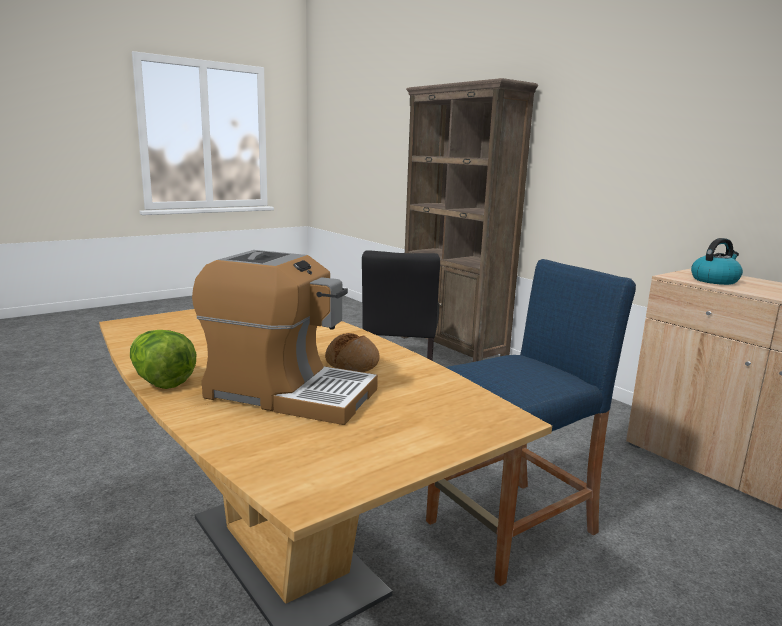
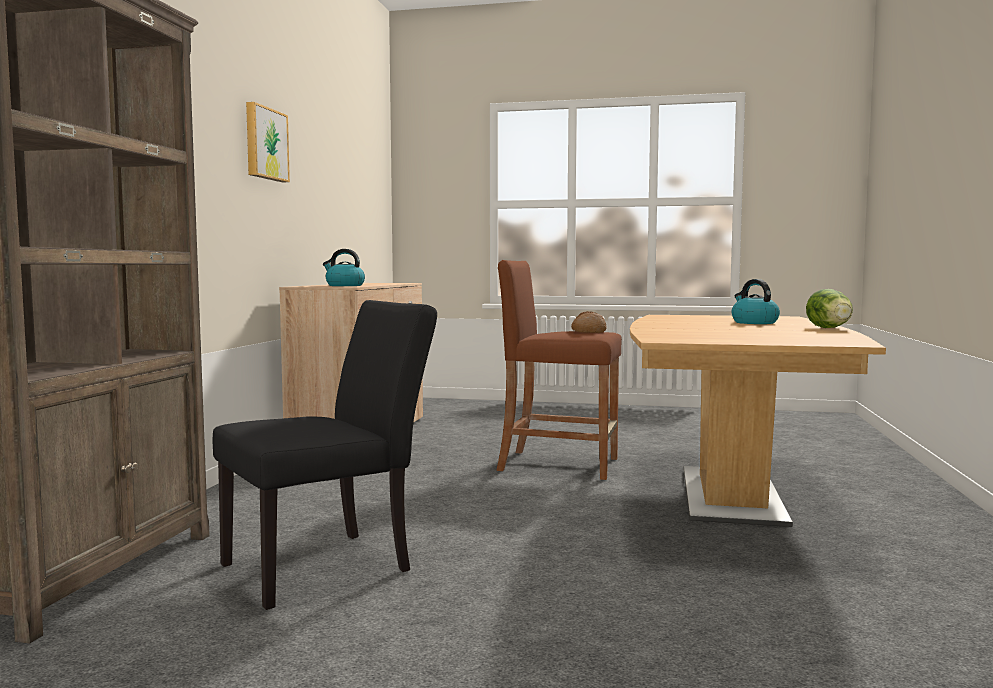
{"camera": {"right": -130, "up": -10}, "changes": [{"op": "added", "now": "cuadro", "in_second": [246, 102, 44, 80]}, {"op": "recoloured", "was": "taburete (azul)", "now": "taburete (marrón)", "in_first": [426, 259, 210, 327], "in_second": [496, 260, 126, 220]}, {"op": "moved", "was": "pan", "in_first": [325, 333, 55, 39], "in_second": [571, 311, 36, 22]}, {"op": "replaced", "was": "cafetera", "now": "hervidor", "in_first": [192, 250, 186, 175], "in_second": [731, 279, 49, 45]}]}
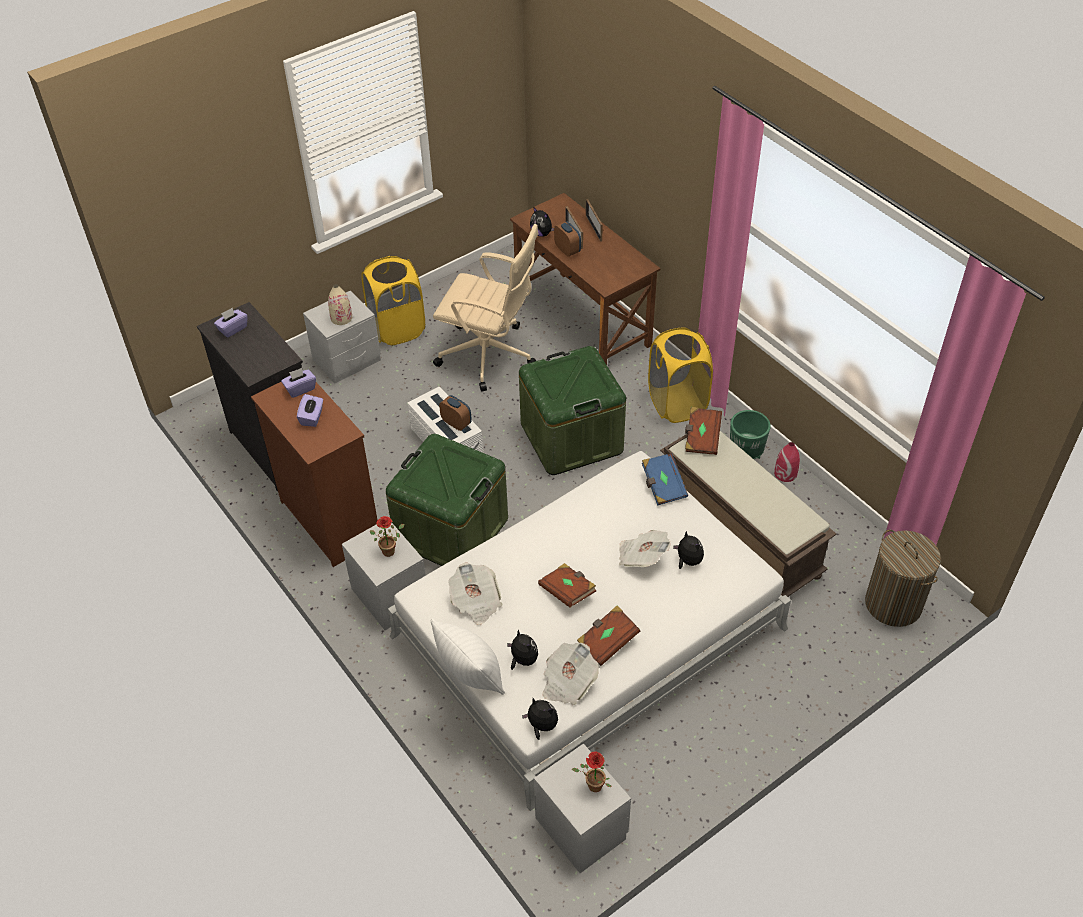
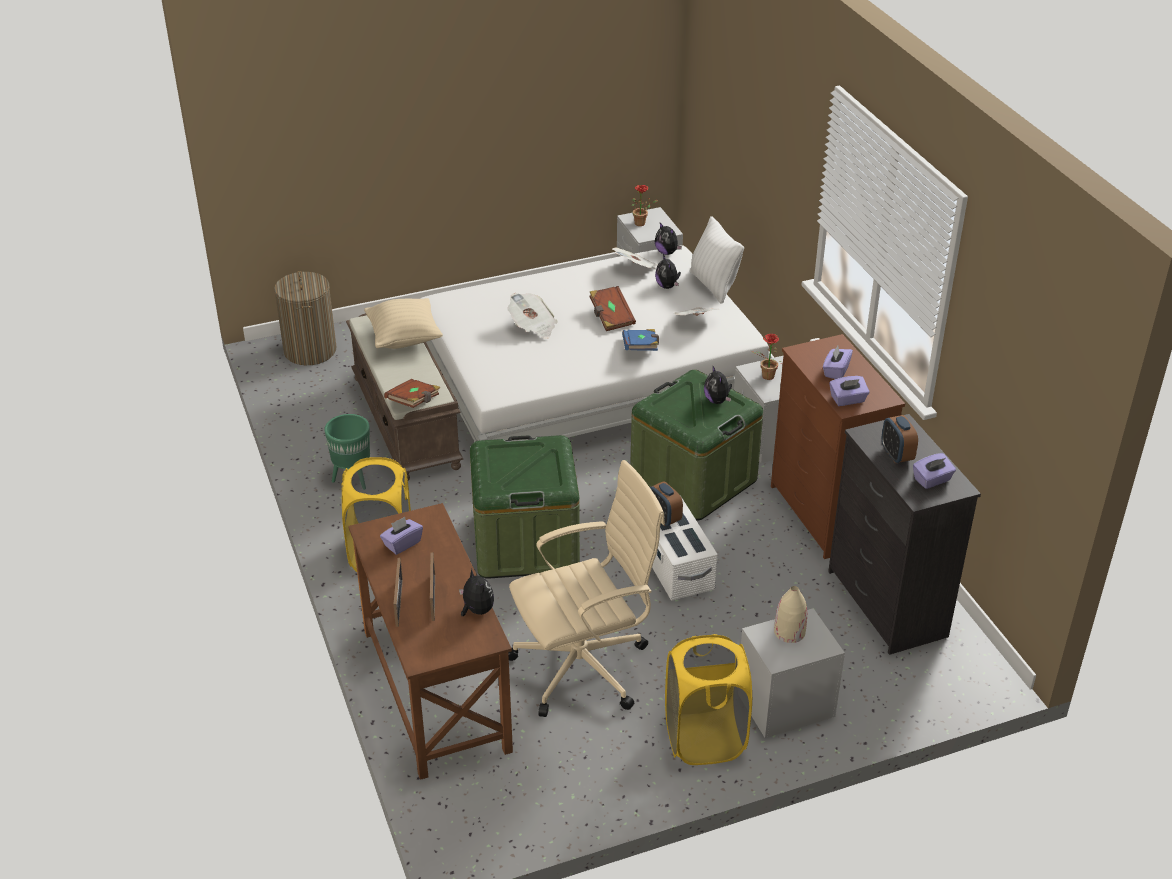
{"camera": {"right": -165, "up": -10}, "changes": [{"op": "added", "now": "cojín (beis)", "in_second": [364, 298, 79, 51]}, {"op": "added", "now": "caja de pañuelos (morado)", "in_second": [380, 517, 43, 38]}, {"op": "turned", "was": "silla de oficina (beis)", "in_first": [433, 224, 106, 167], "in_second": [508, 460, 157, 257], "clockwise": 120}, {"op": "moved", "was": "libro (azul)", "in_first": [642, 453, 46, 53], "in_second": [622, 329, 37, 22]}, {"op": "moved", "was": "peluche", "in_first": [673, 531, 31, 38], "in_second": [704, 366, 28, 38]}, {"op": "moved", "was": "despertador", "in_first": [554, 221, 27, 36], "in_second": [882, 415, 36, 48]}, {"op": "removed", "was": "libro (marrón)", "in_first": [577, 605, 63, 61]}, {"op": "removed", "was": "florero (rojo)", "in_first": [774, 442, 26, 40]}]}
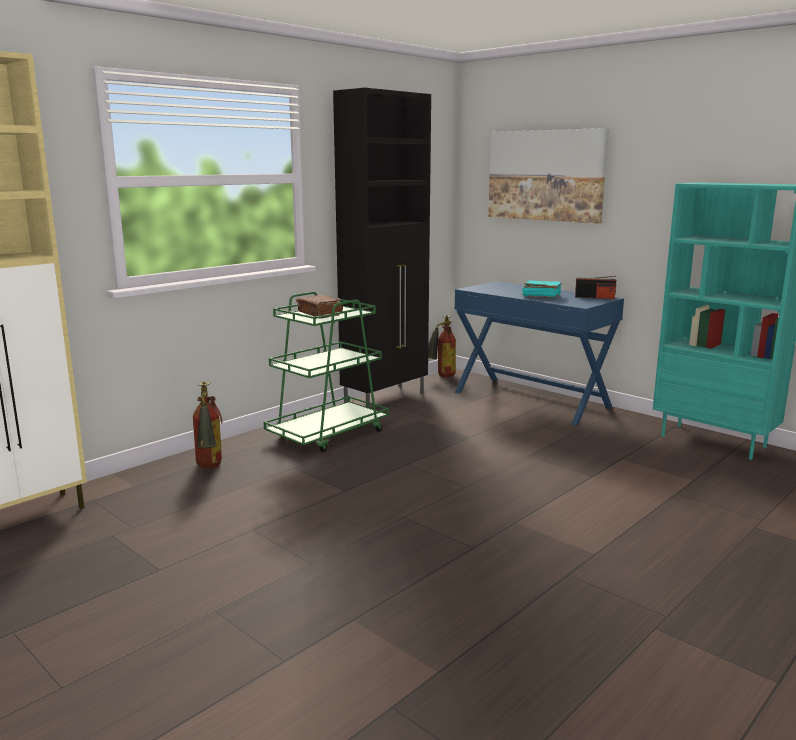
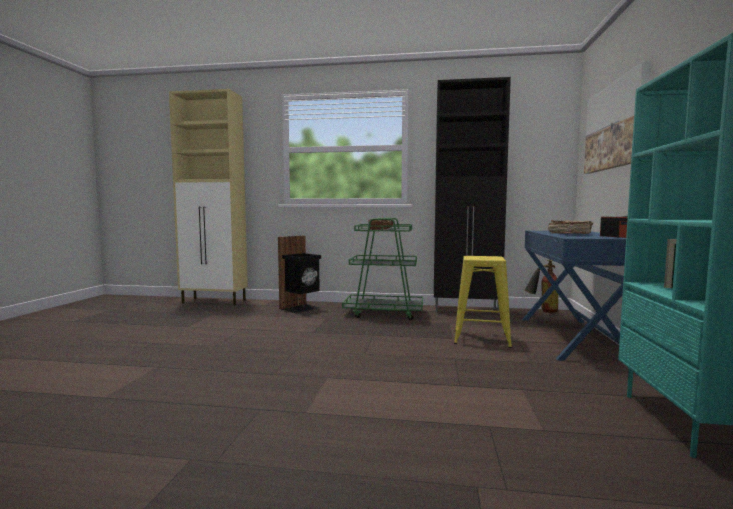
{"camera": {"right": 55, "up": -10}, "changes": [{"op": "replaced", "was": "extintor", "now": "papelera (negro)", "in_first": [193, 382, 29, 87], "in_second": [278, 236, 43, 77]}, {"op": "added", "now": "taburete (amarillo)", "in_second": [454, 256, 58, 92]}, {"op": "recoloured", "was": "libro (turquesa)", "now": "libro (marrón)", "in_first": [522, 280, 40, 18], "in_second": [548, 220, 45, 14]}]}
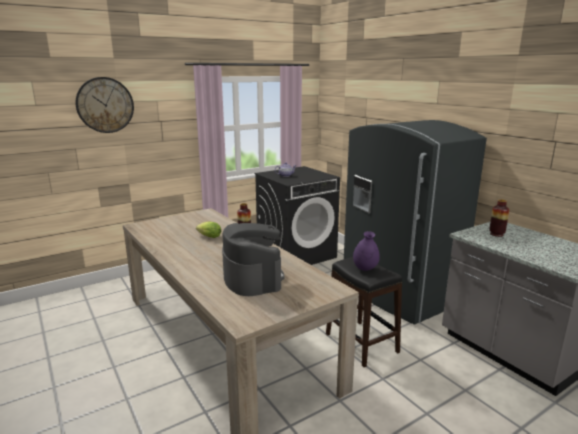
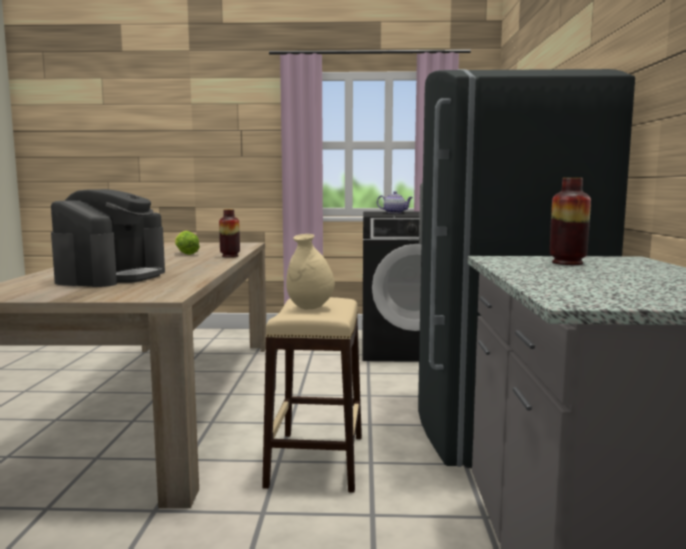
{"camera": {"right": 35, "up": -10}, "changes": [{"op": "recoloured", "was": "taburete (negro)", "now": "taburete (beis)", "in_first": [326, 257, 76, 110], "in_second": [262, 297, 100, 196]}, {"op": "recoloured", "was": "florero (morado)", "now": "florero (beis)", "in_first": [353, 231, 27, 40], "in_second": [286, 234, 49, 75]}, {"op": "removed", "was": "reloj de pared", "in_first": [76, 77, 58, 56]}]}
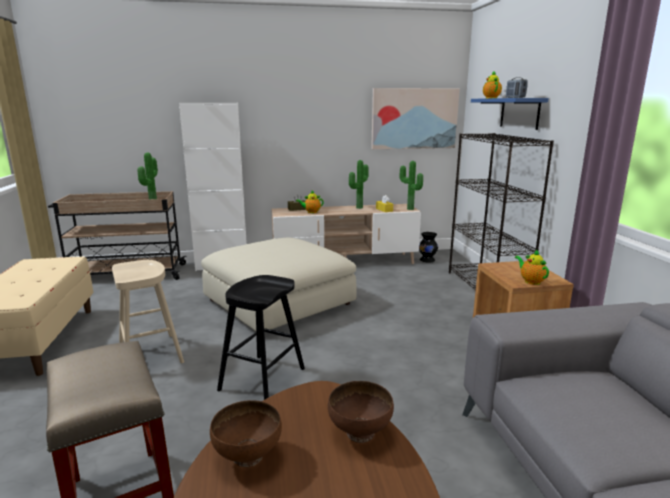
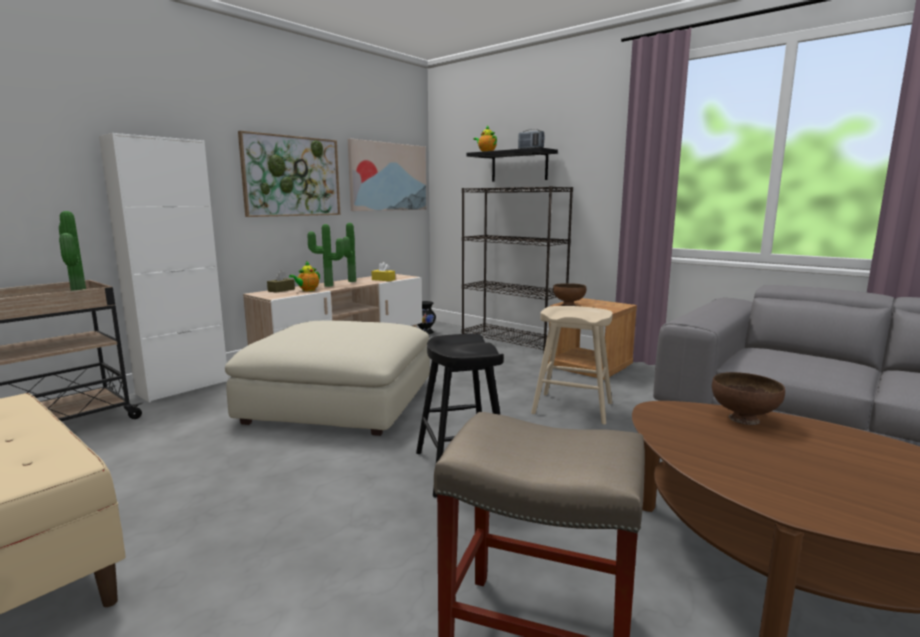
{"camera": {"right": -40, "up": -5}, "changes": [{"op": "added", "now": "cuadro", "in_second": [238, 131, 102, 86]}, {"op": "moved", "was": "planta en maceta", "in_first": [399, 161, 24, 49], "in_second": [308, 224, 36, 63]}, {"op": "recoloured", "was": "estante (azul)", "now": "estante (negro)", "in_first": [471, 98, 78, 32], "in_second": [466, 147, 92, 34]}, {"op": "moved", "was": "taburete (beis)", "in_first": [112, 260, 72, 103], "in_second": [531, 306, 82, 119]}, {"op": "moved", "was": "cuenco (marrón)", "in_first": [210, 400, 72, 67], "in_second": [553, 283, 33, 23]}, {"op": "removed", "was": "tetera", "in_first": [515, 249, 34, 36]}]}
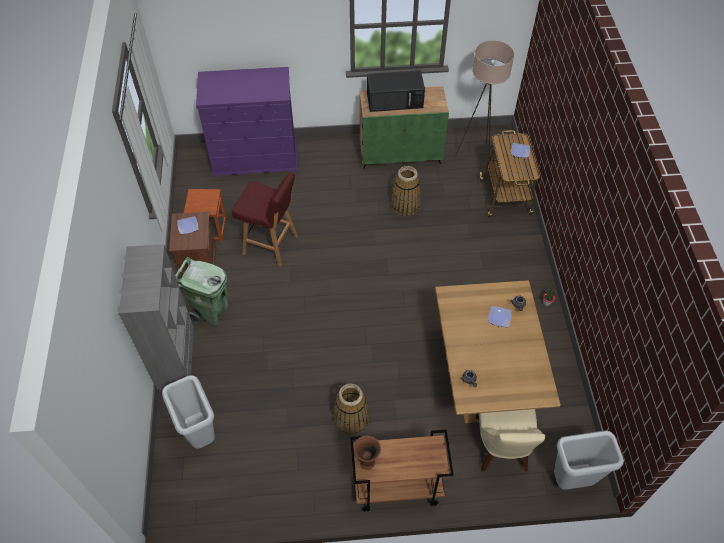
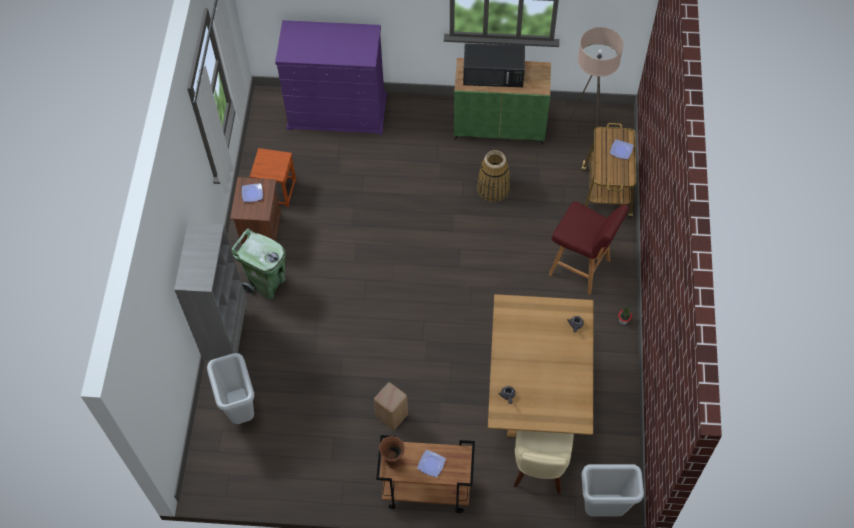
{"camera": {"right": 10, "up": 5}, "changes": [{"op": "replaced", "was": "cesta", "now": "taburete (beis)", "in_first": [333, 384, 36, 52], "in_second": [374, 382, 34, 48]}, {"op": "moved", "was": "plato", "in_first": [488, 306, 24, 21], "in_second": [417, 450, 29, 27]}, {"op": "moved", "was": "taburete (rojo)", "in_first": [232, 173, 66, 94], "in_second": [548, 201, 81, 94]}]}
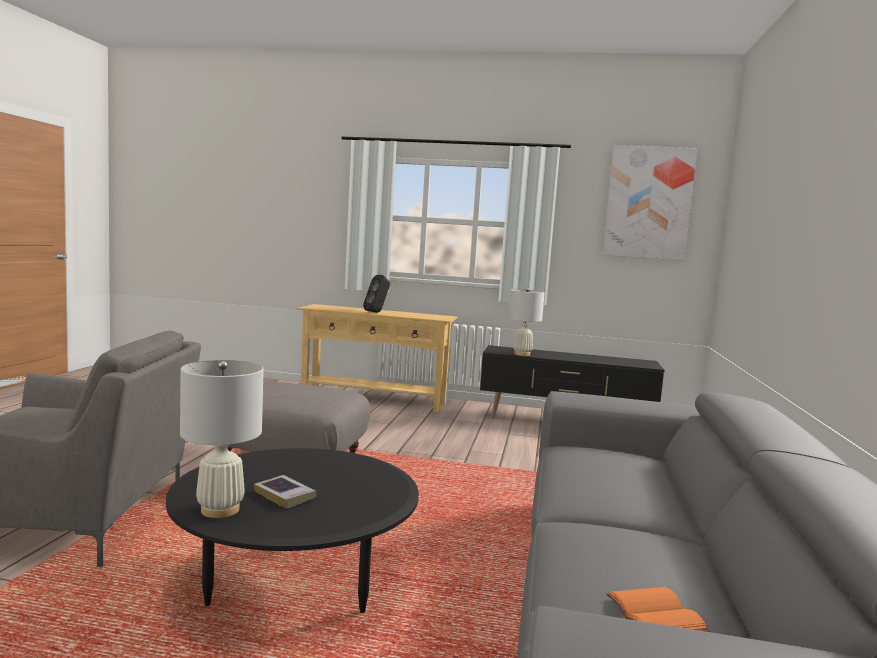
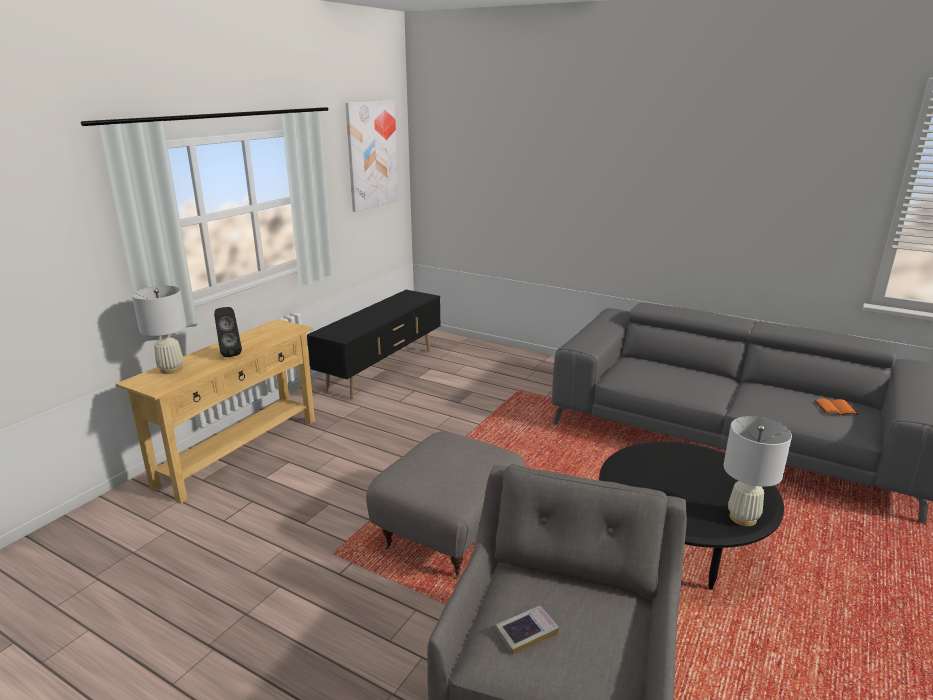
{"camera": {"right": -70, "up": 15}, "changes": [{"op": "moved", "was": "lámpara de mesa (blanco)", "in_first": [508, 288, 37, 68], "in_second": [132, 286, 55, 88]}, {"op": "moved", "was": "libro", "in_first": [254, 475, 62, 34], "in_second": [495, 606, 64, 49]}]}
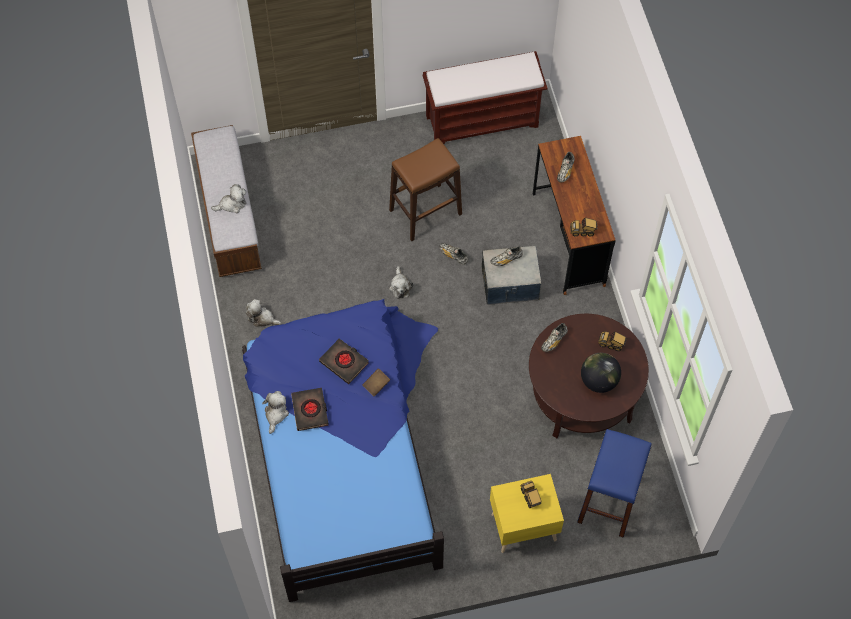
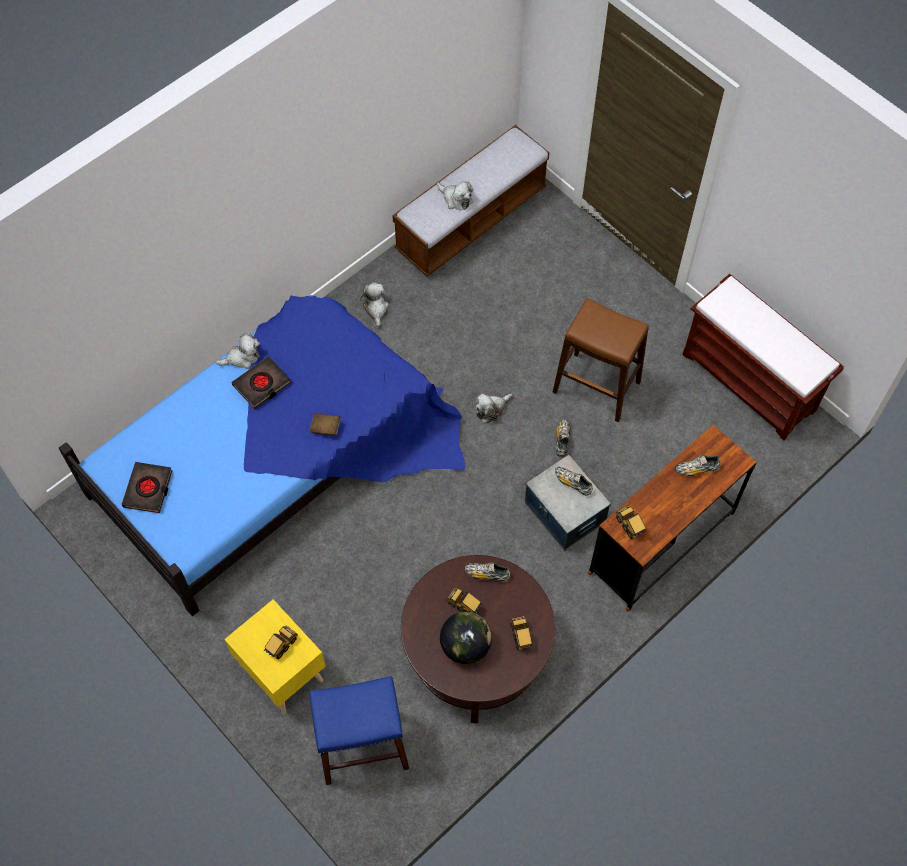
{"camera": {"right": 60, "up": 0}, "changes": [{"op": "moved", "was": "libro (negro)", "in_first": [319, 339, 50, 45], "in_second": [121, 462, 52, 51]}, {"op": "added", "now": "camión de juguete", "in_second": [446, 588, 36, 25]}]}
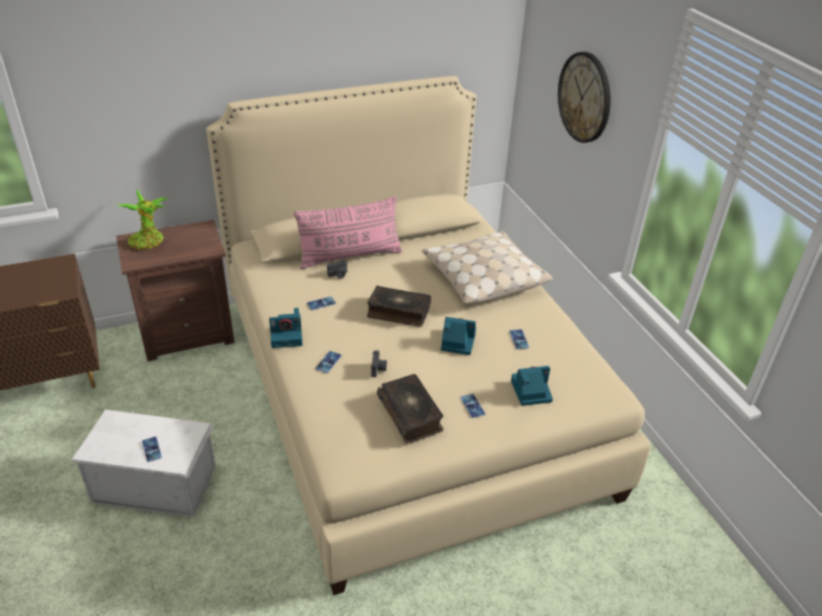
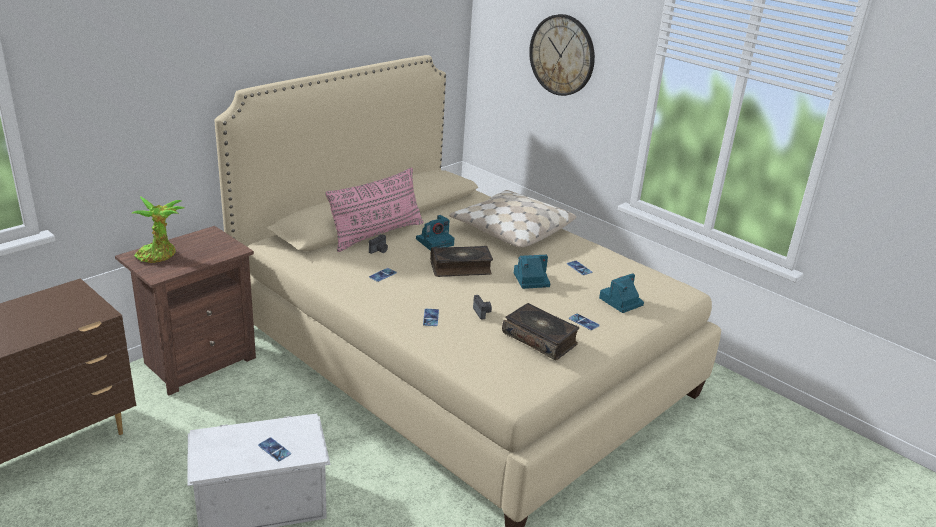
{"camera": {"right": -25, "up": -10}, "changes": [{"op": "moved", "was": "cámara", "in_first": [269, 308, 33, 40], "in_second": [416, 215, 39, 36]}]}
